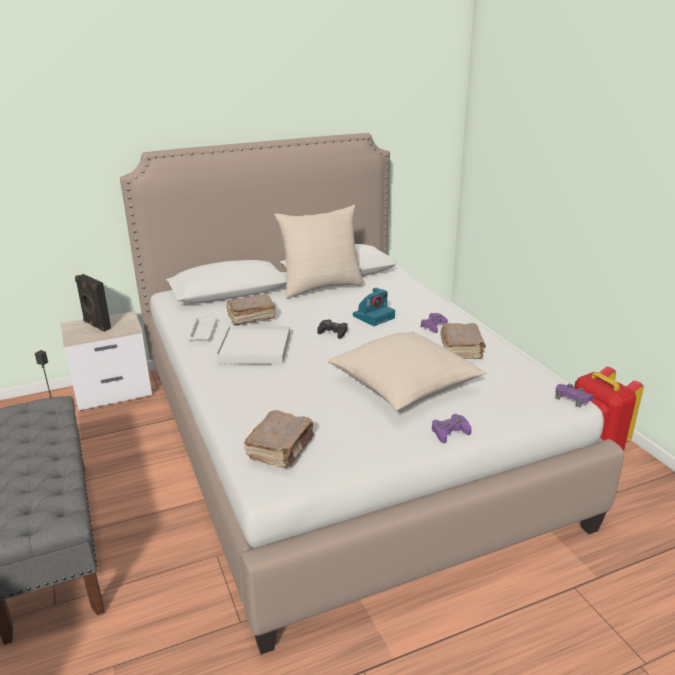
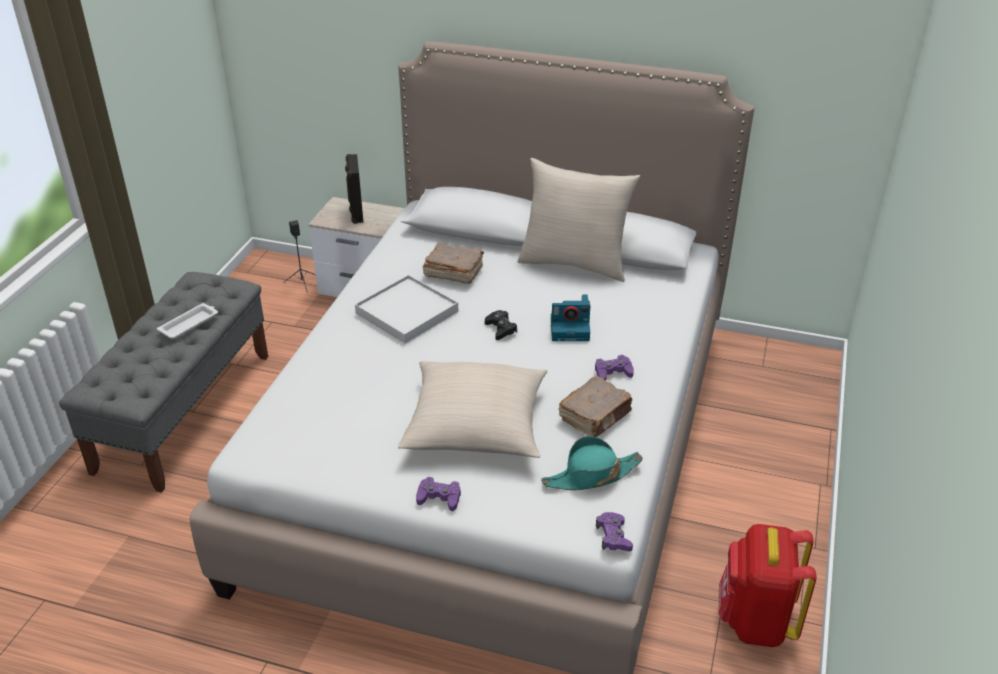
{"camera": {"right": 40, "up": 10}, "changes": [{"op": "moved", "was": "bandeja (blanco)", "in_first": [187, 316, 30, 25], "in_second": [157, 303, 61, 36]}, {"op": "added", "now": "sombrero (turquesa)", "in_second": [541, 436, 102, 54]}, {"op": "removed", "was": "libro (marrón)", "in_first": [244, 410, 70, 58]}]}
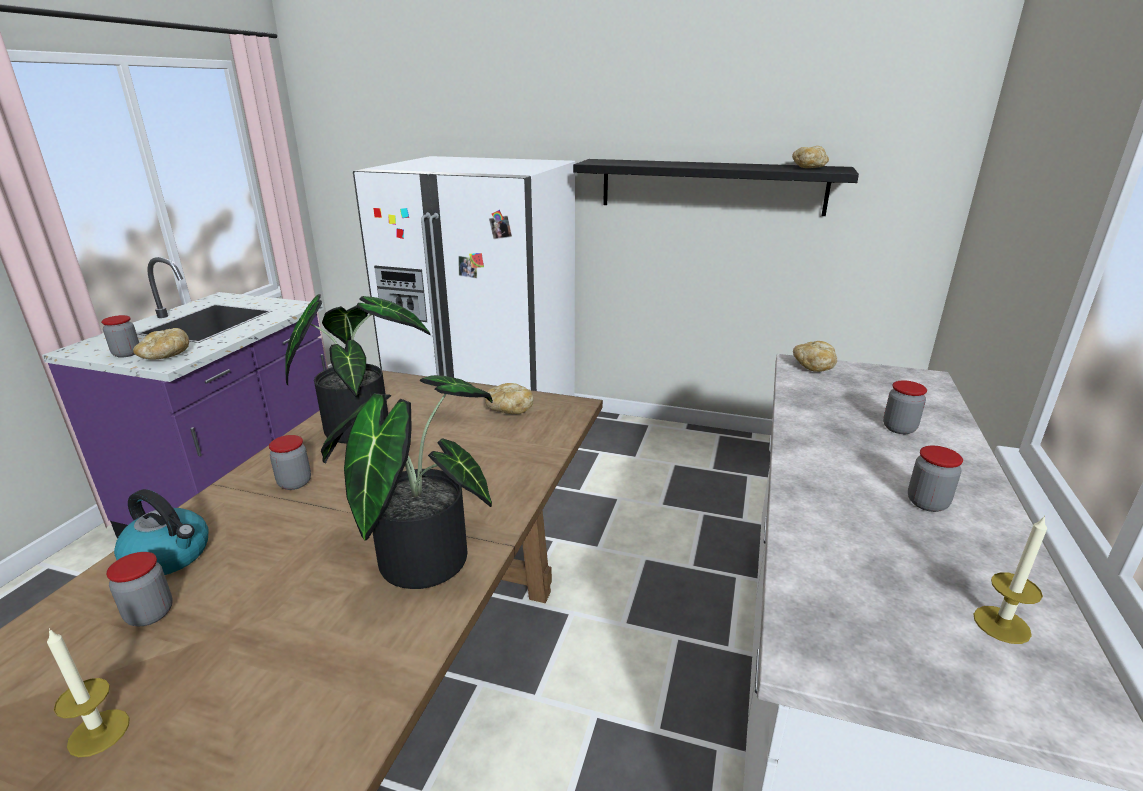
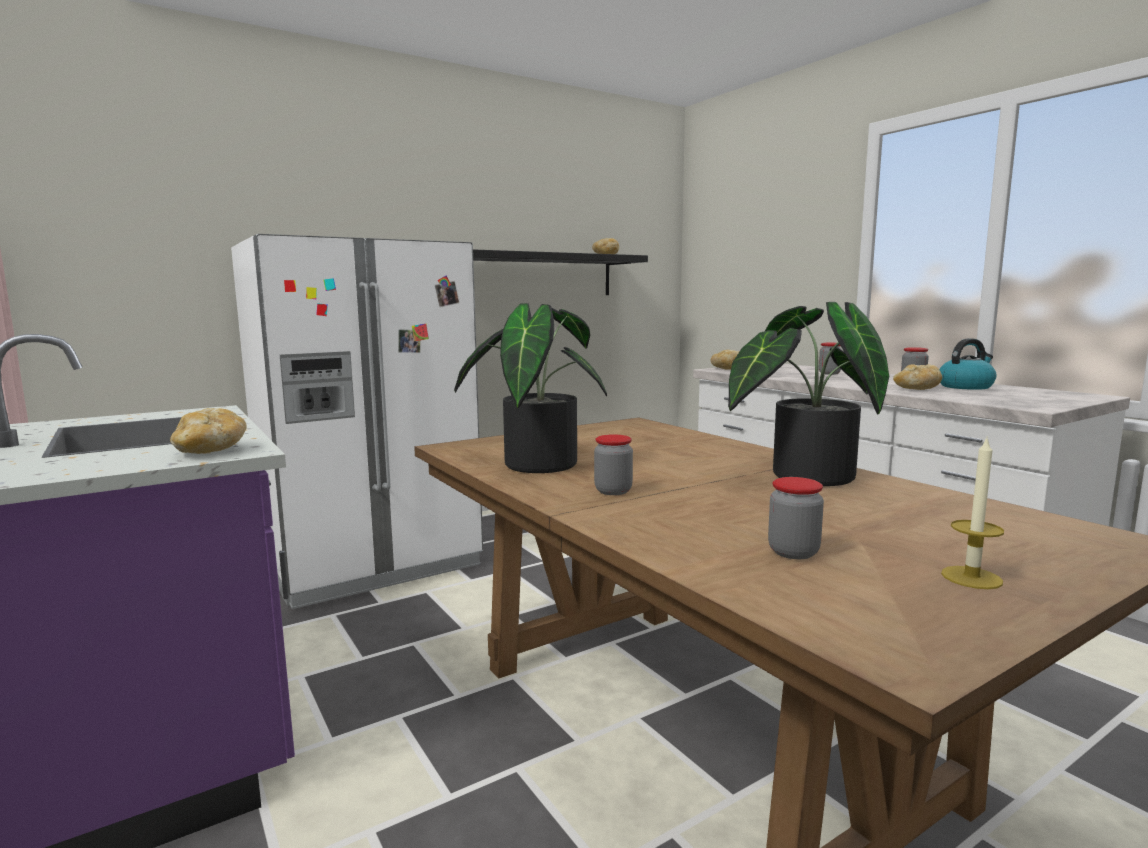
{"camera": {"right": -50, "up": -15}, "changes": [{"op": "moved", "was": "pan", "in_first": [485, 383, 48, 31], "in_second": [893, 364, 49, 26]}, {"op": "moved", "was": "hervidor", "in_first": [114, 489, 94, 86], "in_second": [939, 338, 58, 52]}, {"op": "removed", "was": "tarro", "in_first": [101, 315, 38, 43]}, {"op": "removed", "was": "vela", "in_first": [974, 515, 73, 129]}]}
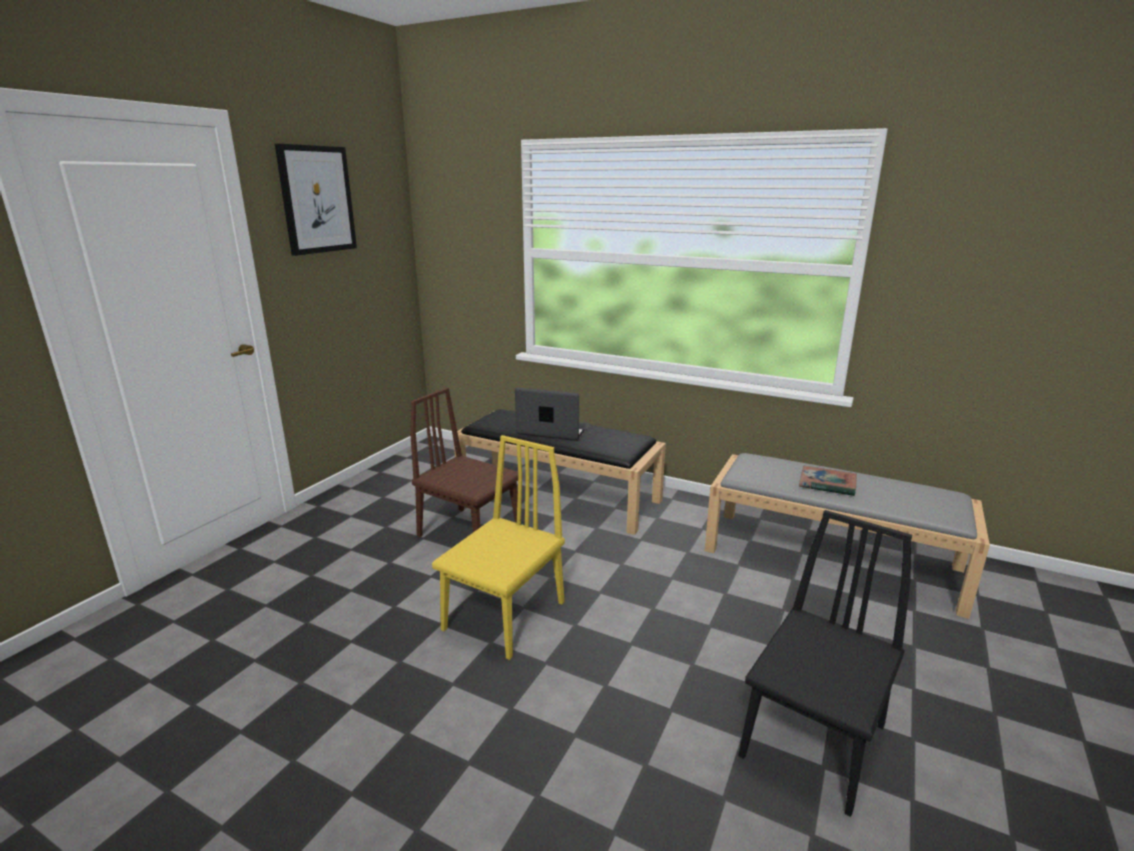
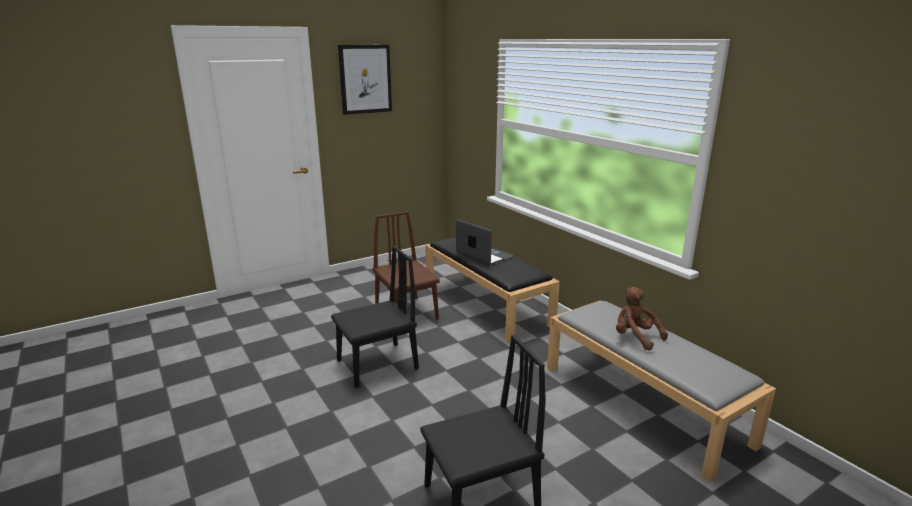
{"camera": {"right": 30, "up": 0}, "changes": [{"op": "recoloured", "was": "silla (amarillo)", "now": "silla (negro)", "in_first": [432, 435, 133, 225], "in_second": [331, 246, 88, 142]}, {"op": "replaced", "was": "libro", "now": "peluche (marrón)", "in_first": [799, 466, 58, 30], "in_second": [616, 287, 52, 63]}]}
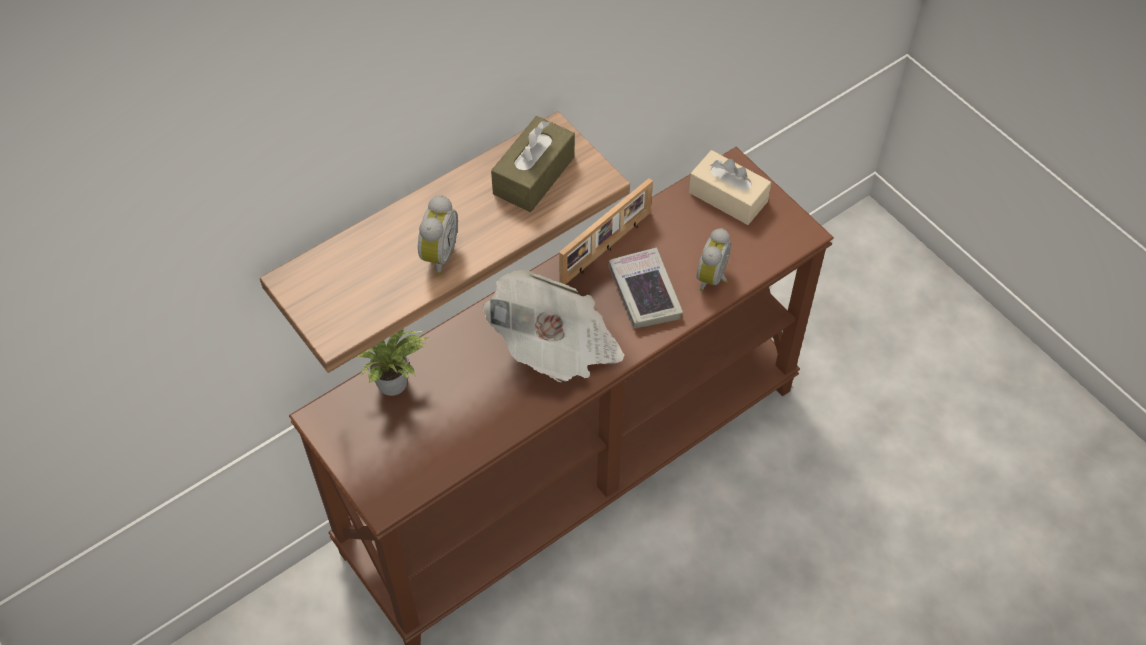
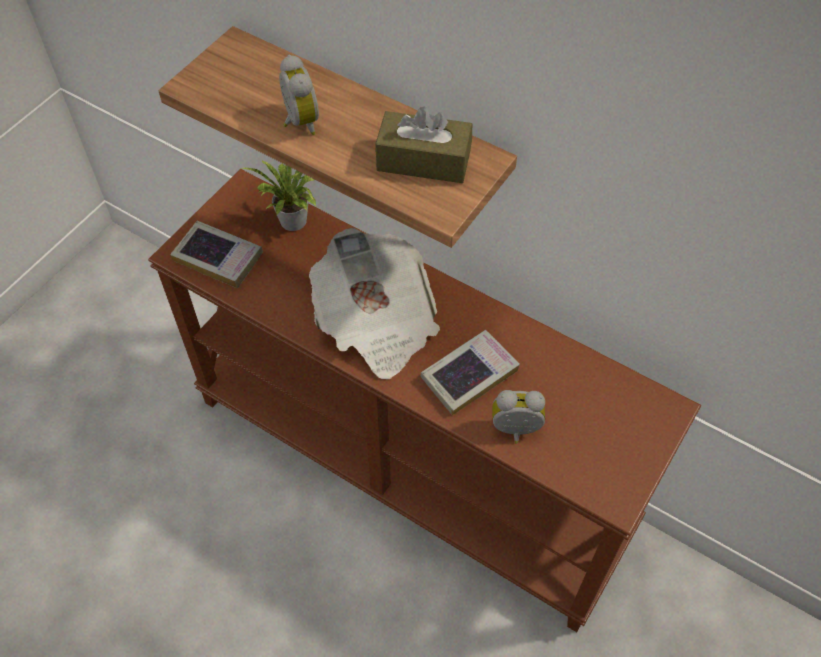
{"camera": {"right": 70, "up": 0}, "changes": [{"op": "added", "now": "libro", "in_second": [170, 221, 93, 67]}, {"op": "turned", "was": "despertador", "in_first": [418, 195, 40, 80], "in_second": [279, 55, 40, 80], "clockwise": -105}, {"op": "removed", "was": "portarretratos", "in_first": [559, 178, 94, 106]}, {"op": "removed", "was": "caja de pañuelos (beis)", "in_first": [689, 150, 82, 75]}]}
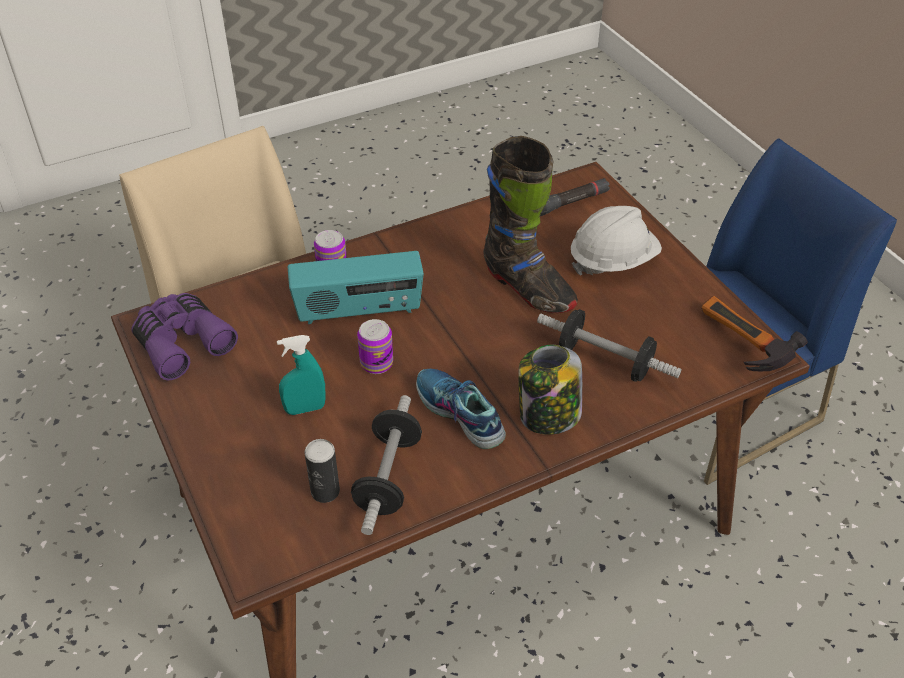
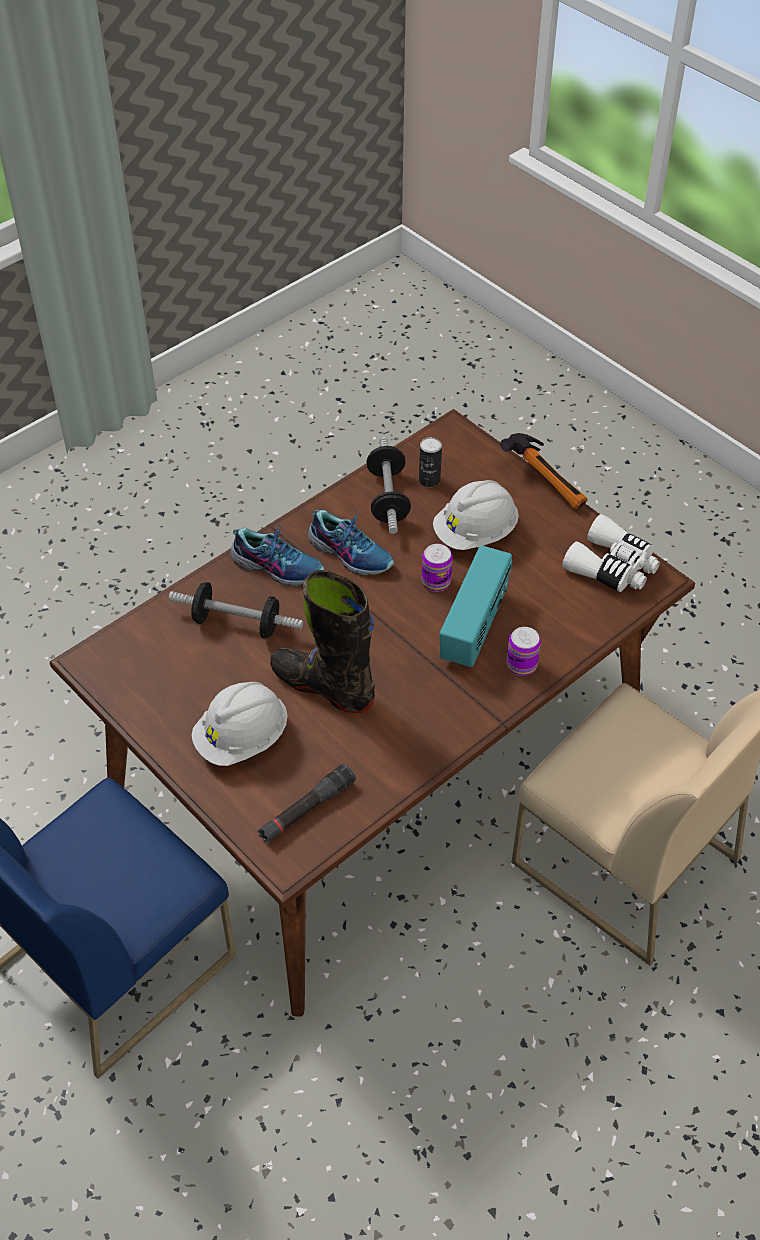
{"camera": {"right": 165, "up": 5}, "changes": [{"op": "replaced", "was": "tarro", "now": "zapato", "in_first": [518, 345, 64, 90], "in_second": [230, 522, 94, 65]}, {"op": "replaced", "was": "pulverizador (turquesa)", "now": "casco (blanco)", "in_first": [277, 335, 49, 80], "in_second": [433, 480, 86, 70]}, {"op": "turned", "was": "radio", "in_first": [288, 251, 136, 73], "in_second": [440, 546, 72, 121], "clockwise": 135}, {"op": "moved", "was": "martillo", "in_first": [702, 296, 106, 75], "in_second": [500, 433, 87, 76]}, {"op": "recoloured", "was": "prismáticos (morado)", "now": "prismáticos (blanco)", "in_first": [131, 293, 107, 87], "in_second": [562, 514, 98, 78]}]}
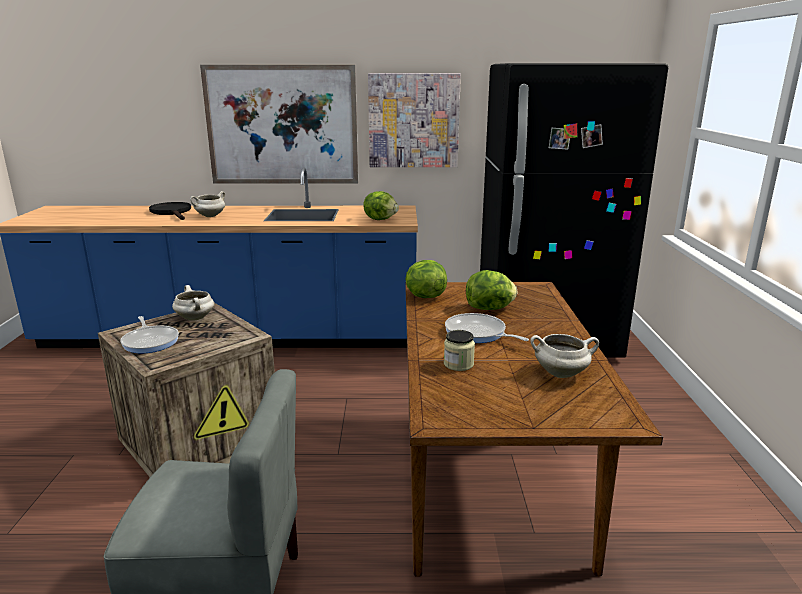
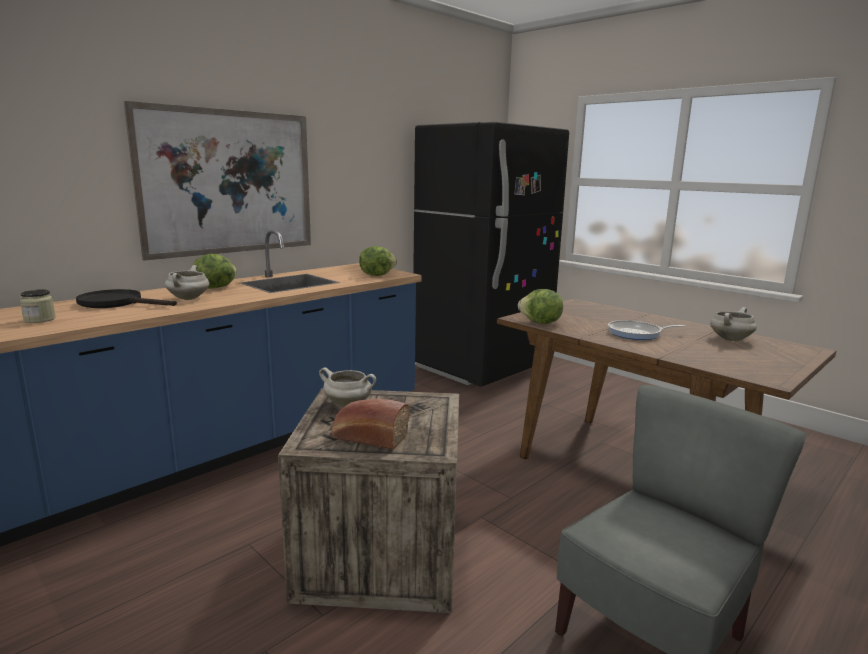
{"camera": {"right": -45, "up": -5}, "changes": [{"op": "moved", "was": "tarro", "in_first": [444, 330, 31, 41], "in_second": [20, 289, 36, 34]}, {"op": "moved", "was": "lechuga", "in_first": [466, 270, 51, 40], "in_second": [193, 254, 43, 35]}, {"op": "replaced", "was": "sartén", "now": "pan", "in_first": [120, 316, 59, 37], "in_second": [331, 399, 79, 51]}, {"op": "removed", "was": "cuadro", "in_first": [368, 73, 93, 94]}]}
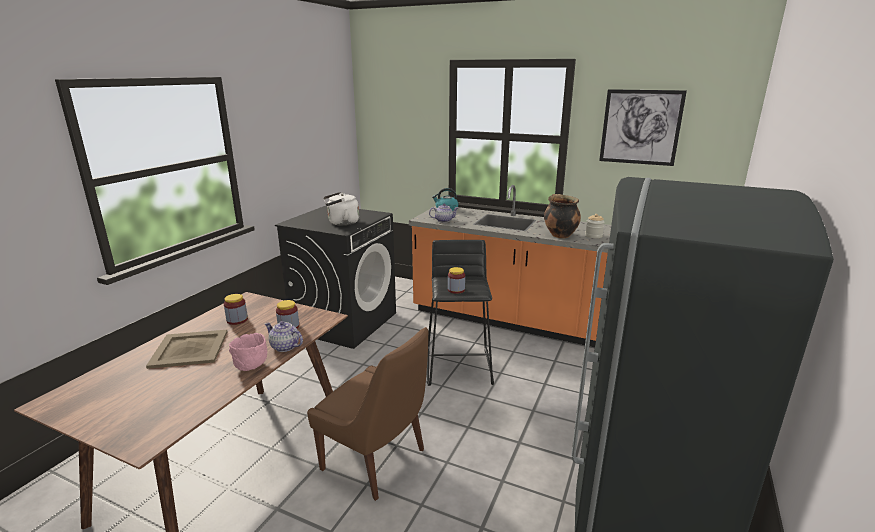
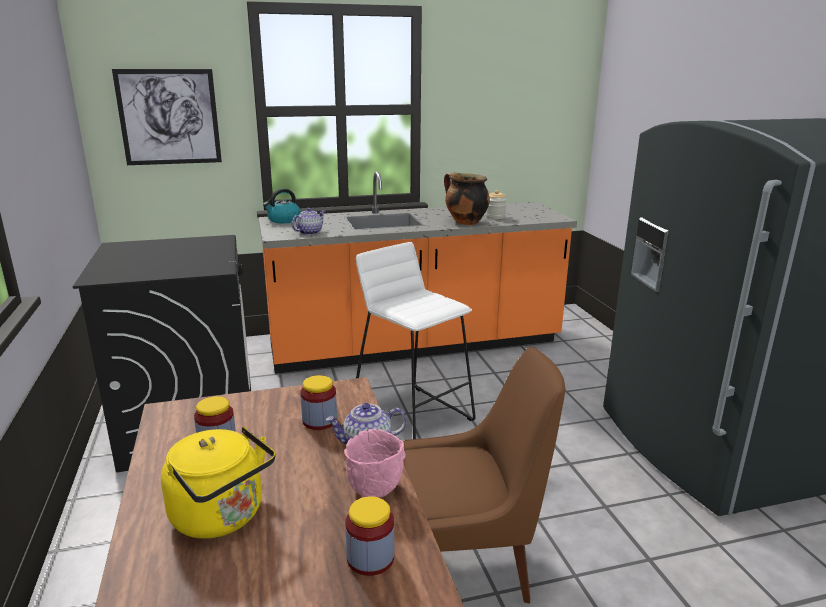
{"camera": {"right": -40, "up": 0}, "changes": [{"op": "moved", "was": "cuadro", "in_first": [599, 89, 88, 77], "in_second": [112, 69, 110, 96]}, {"op": "replaced", "was": "bandeja (beis)", "now": "hervidor (amarillo)", "in_first": [146, 330, 82, 39], "in_second": [161, 427, 114, 112]}, {"op": "moved", "was": "tarro", "in_first": [448, 267, 17, 27], "in_second": [345, 496, 49, 80]}, {"op": "recoloured", "was": "taburete (negro)", "now": "taburete (blanco)", "in_first": [427, 240, 67, 146], "in_second": [356, 242, 120, 197]}, {"op": "removed", "was": "hervidor (blanco)", "in_first": [323, 192, 36, 34]}]}
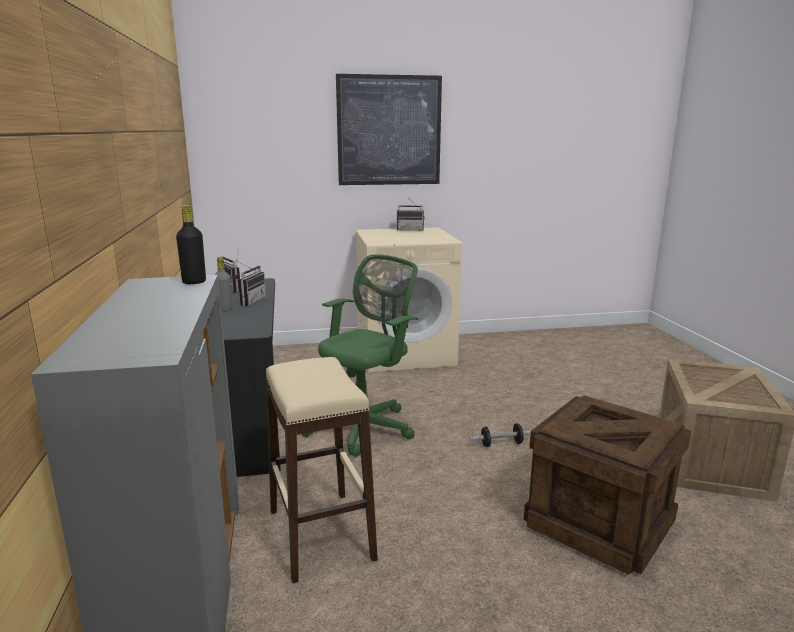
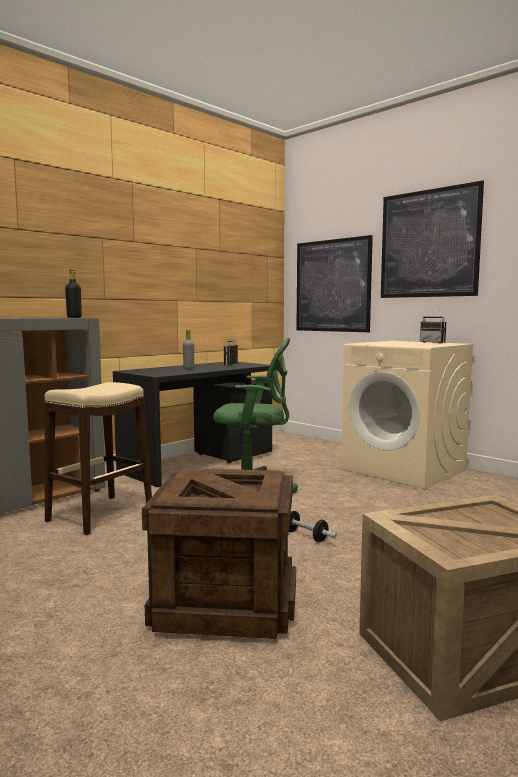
{"camera": {"right": 55, "up": -10}, "changes": [{"op": "added", "now": "cuadro", "in_second": [296, 235, 77, 97]}, {"op": "removed", "was": "radio", "in_first": [235, 260, 31, 47]}]}
